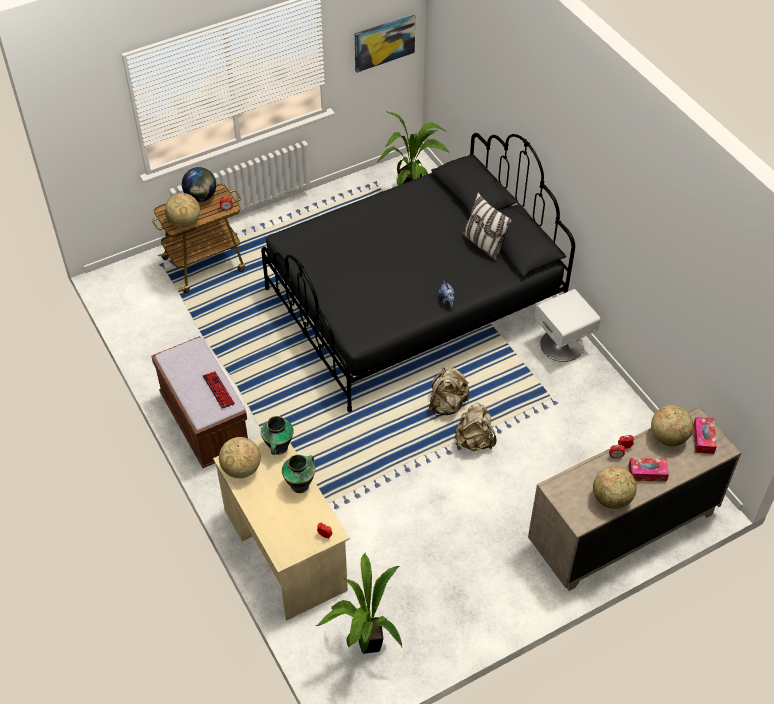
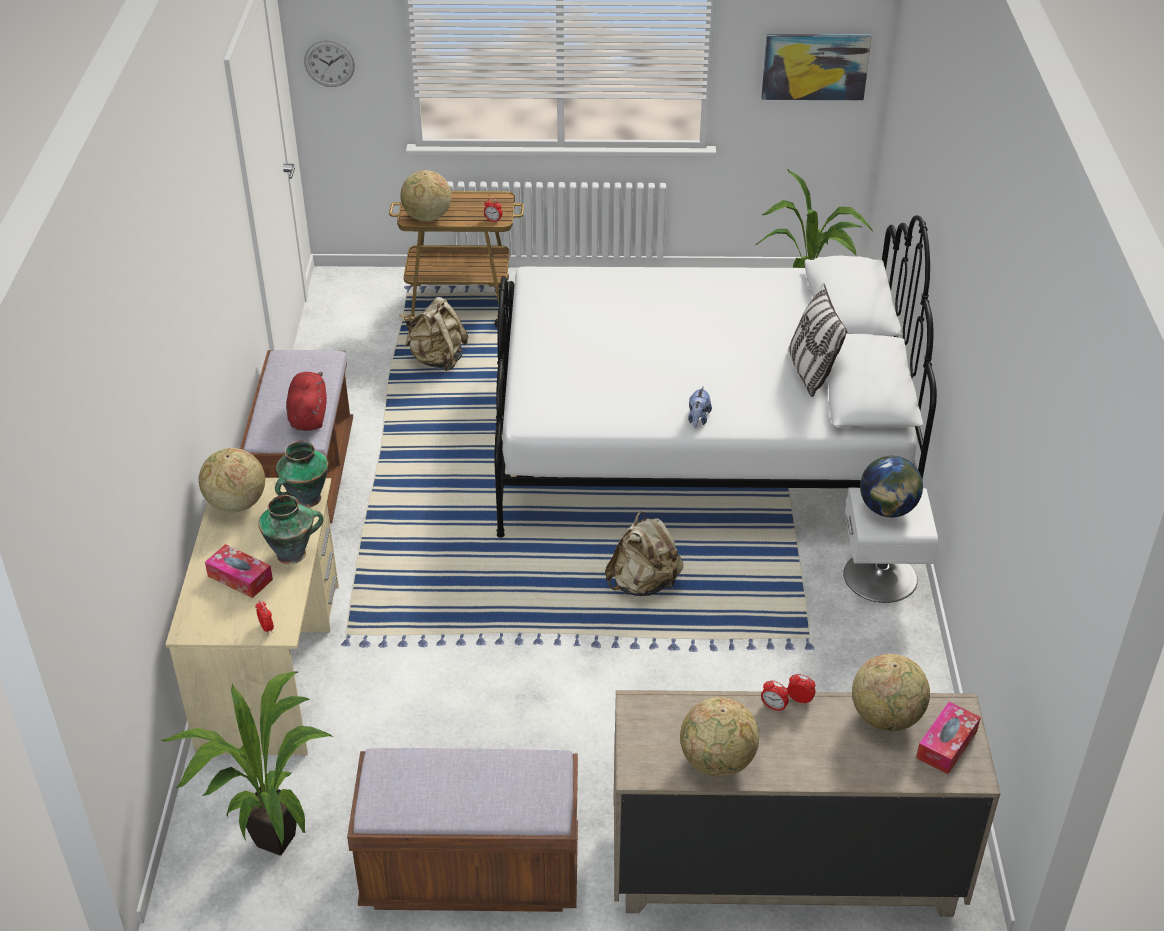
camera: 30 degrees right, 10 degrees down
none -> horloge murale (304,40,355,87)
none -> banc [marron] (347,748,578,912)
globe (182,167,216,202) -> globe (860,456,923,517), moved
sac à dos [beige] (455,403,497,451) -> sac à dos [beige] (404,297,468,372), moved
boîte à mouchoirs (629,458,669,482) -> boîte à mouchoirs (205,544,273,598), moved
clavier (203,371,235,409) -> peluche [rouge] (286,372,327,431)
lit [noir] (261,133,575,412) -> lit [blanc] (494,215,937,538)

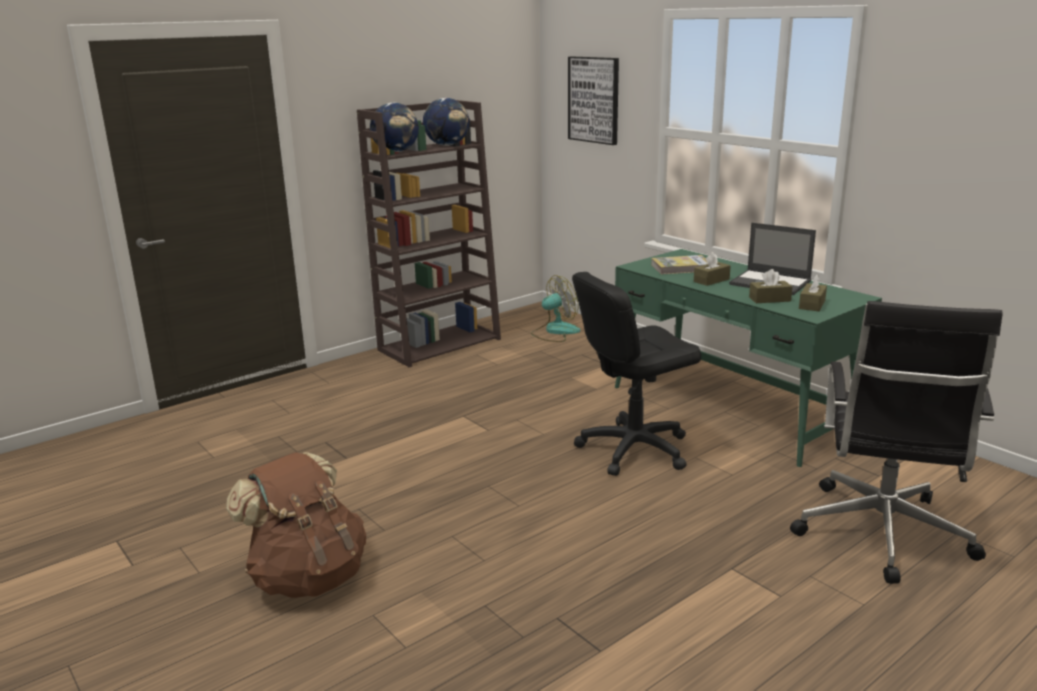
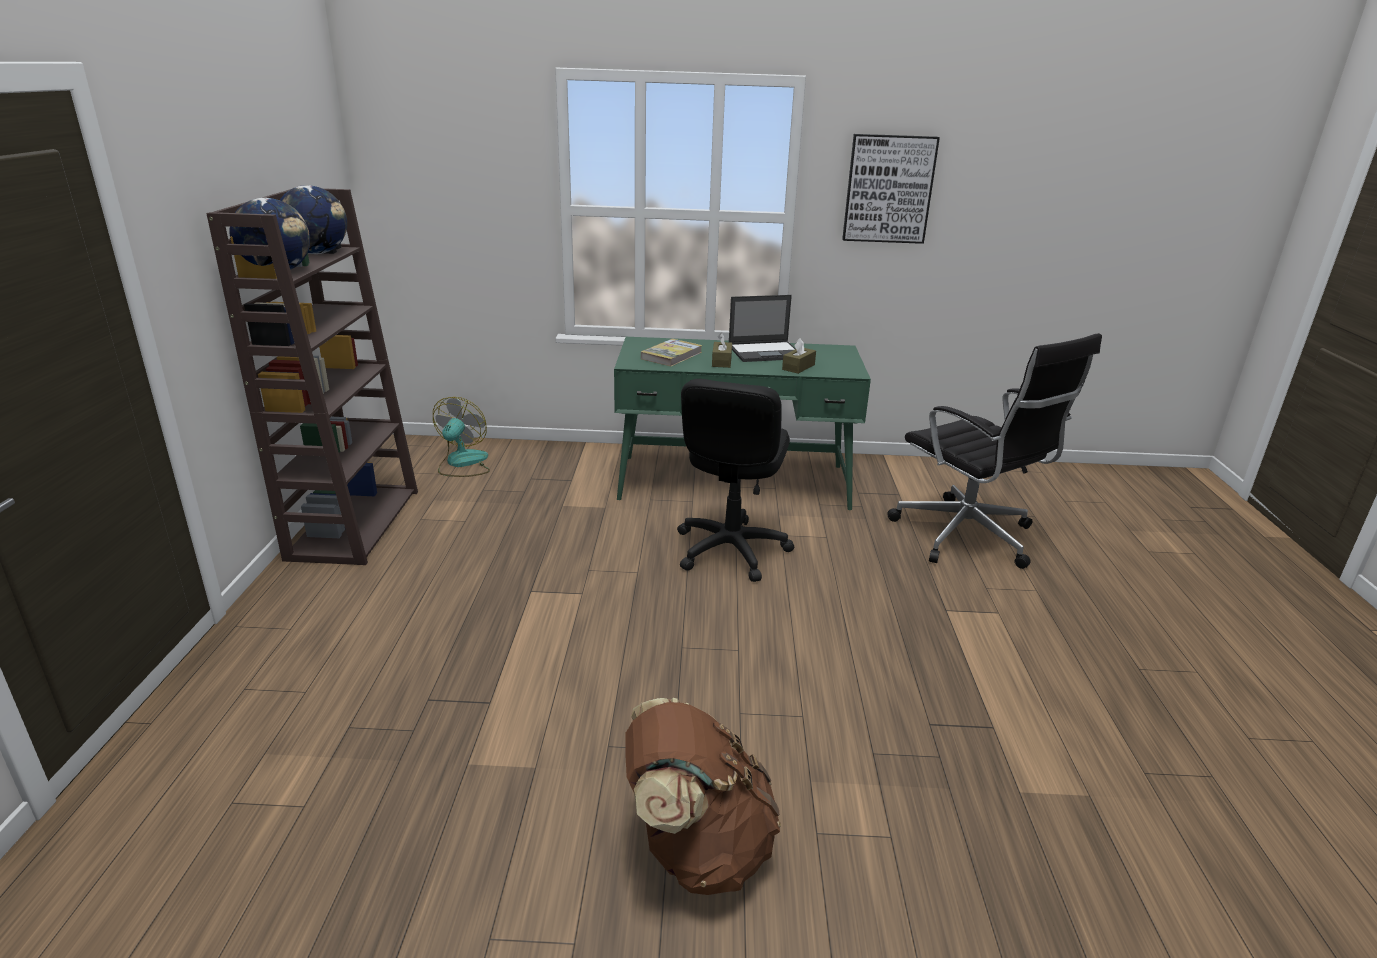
camera: 50 degrees left, 5 degrees up
boîte à mouchoirs [marron] (799,274,827,311) -> none
tableau (568,56,619,145) -> tableau (842,134,940,244), moved

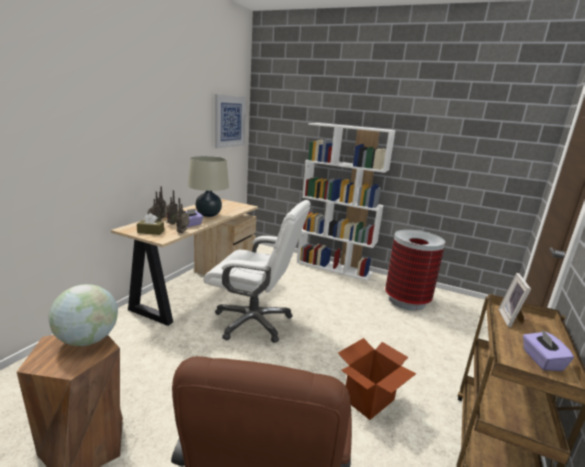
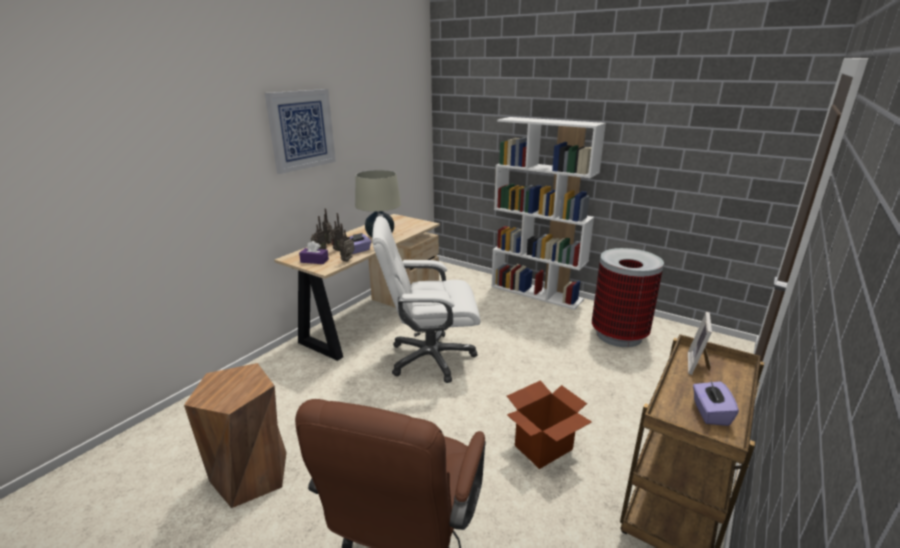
camera: 10 degrees right, 5 degrees up
globe (48,284,118,346) -> none
tableau (215,94,246,148) -> tableau (265,89,336,174), moved
boîte à mouchoirs [marron] (137,213,164,235) -> boîte à mouchoirs [violet] (299,241,329,264)
chaise de bureau [blanc] (203,200,311,343) -> chaise de bureau [blanc] (372,216,480,383), 150 degrees clockwise

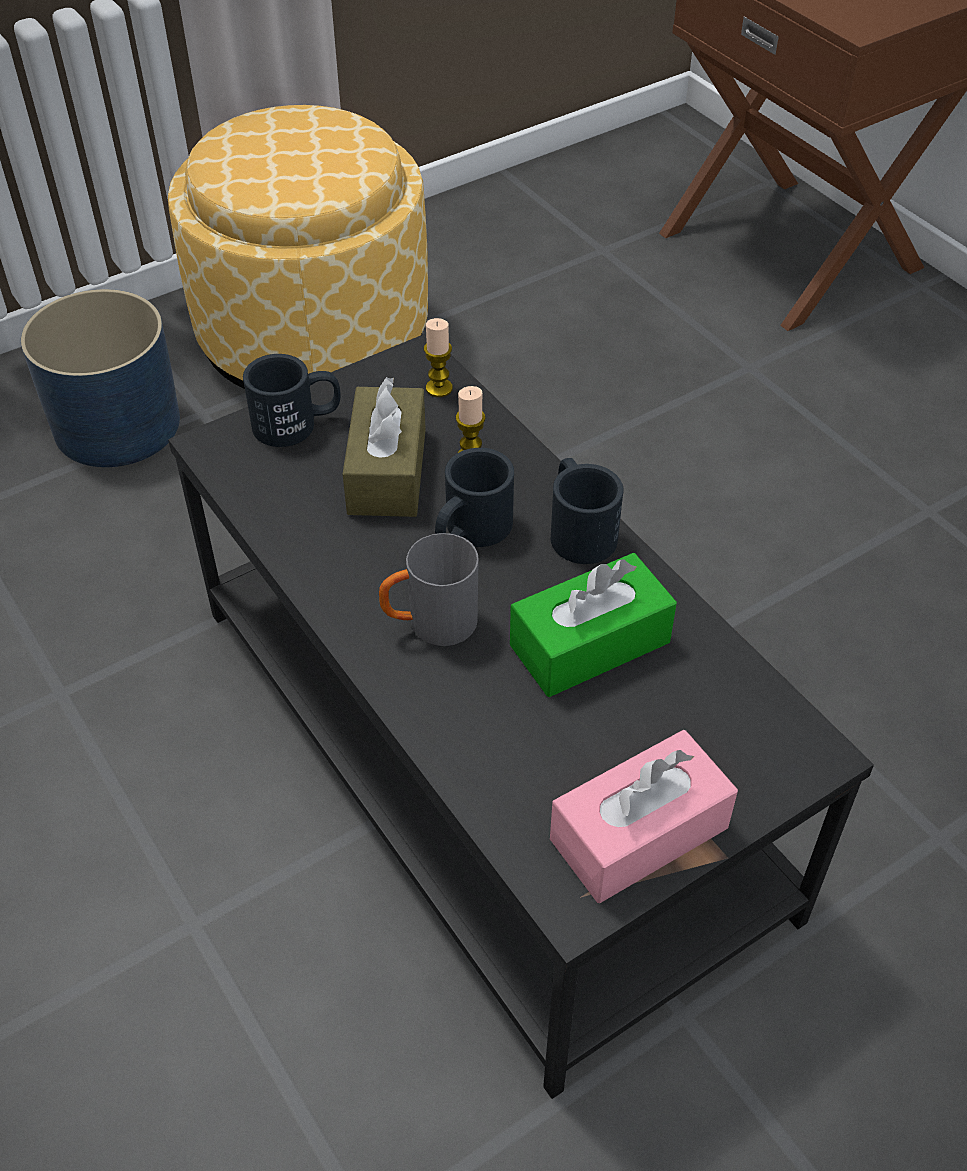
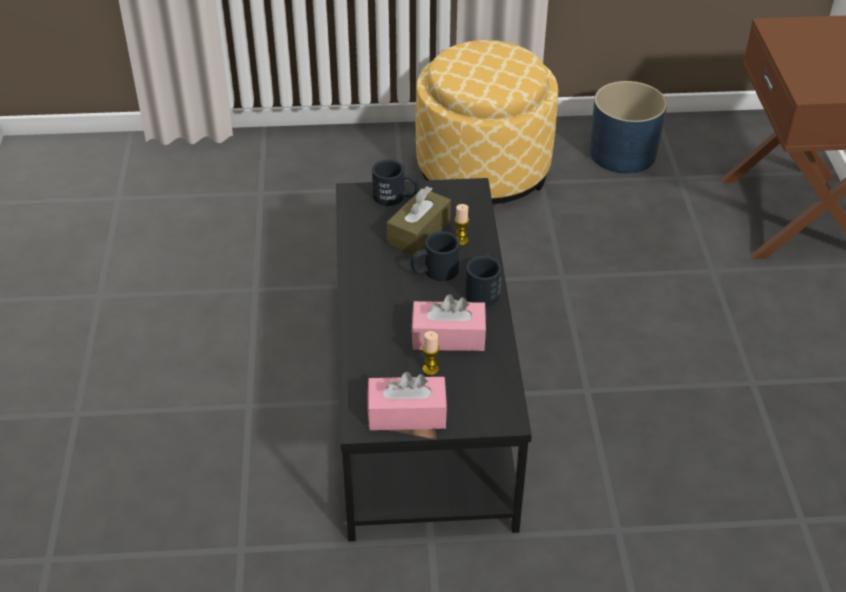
camera: 30 degrees right, 5 degrees down
mug [gris] (379,533,479,646) -> none
cache-pot [bleu] (21,289,180,467) -> cache-pot [bleu] (590,81,667,173), moved
bougie (424,318,453,397) -> bougie (422,331,440,376), moved
boîte à mouchoirs [vert] (510,553,677,697) -> boîte à mouchoirs [rose] (411,294,486,351)

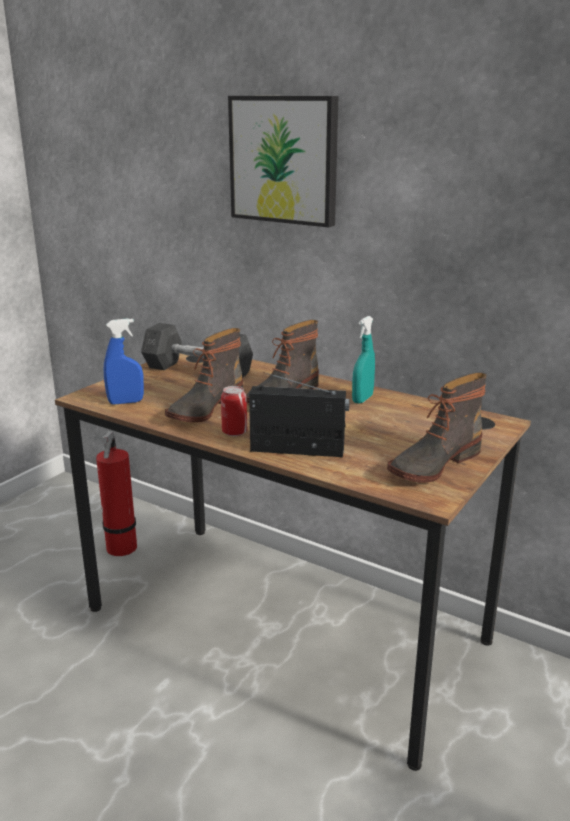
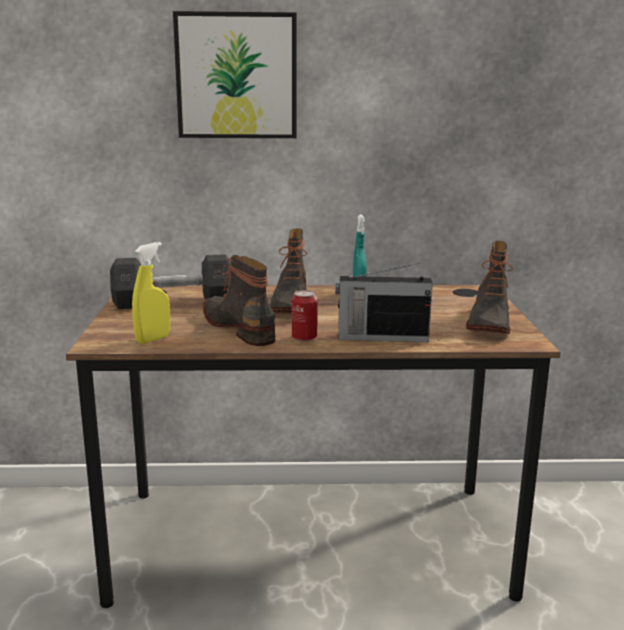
camera: 35 degrees left, 5 degrees down
extincteur (96,431,137,556) -> none
vaporisateur [bleu] (104,318,144,405) -> vaporisateur [jaune] (132,242,170,344)
botte (165,328,243,423) -> botte (203,255,275,346), 150 degrees clockwise
radio (249,373,350,457) -> radio (336,263,433,342), 150 degrees counterclockwise

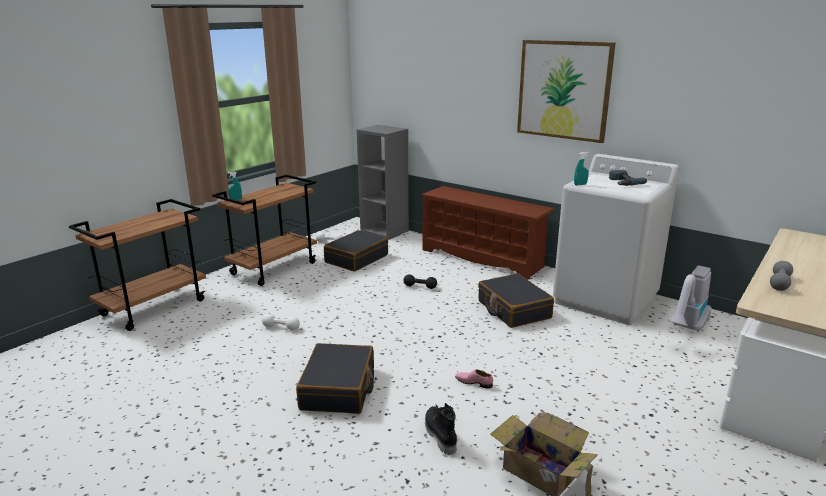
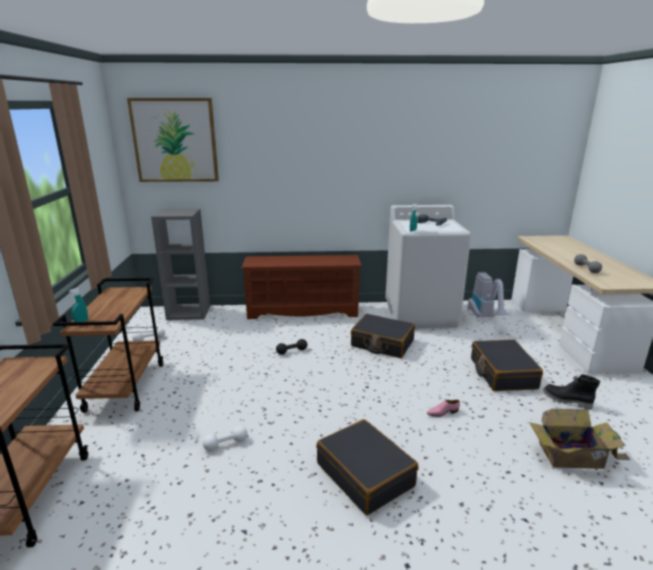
camera: 40 degrees left, 0 degrees up
valise [noir] (324,230,388,272) -> valise [noir] (471,339,543,391), moved
botte [noir] (425,403,457,455) -> botte [noir] (543,374,600,410), moved
tableau (517,40,616,143) -> tableau (127,98,219,182), moved

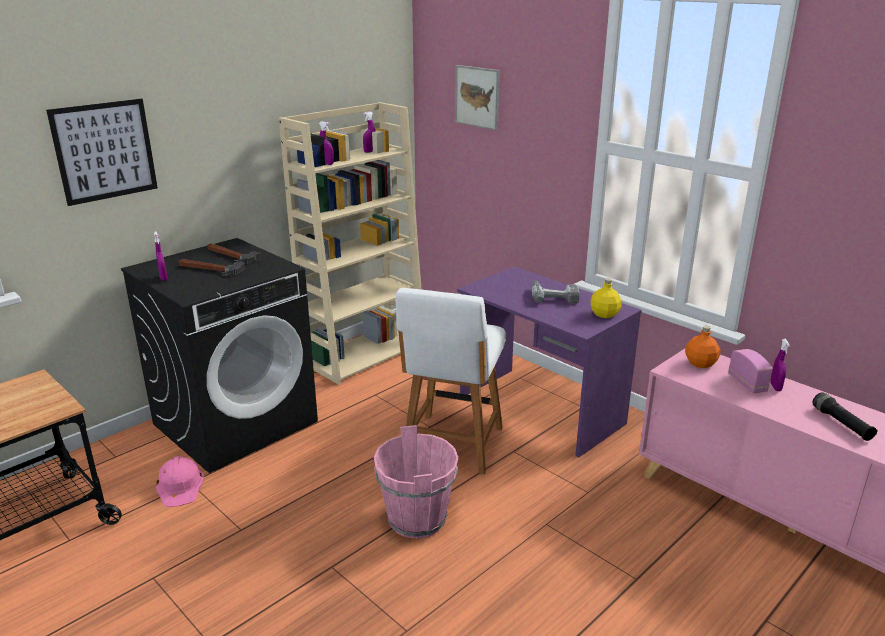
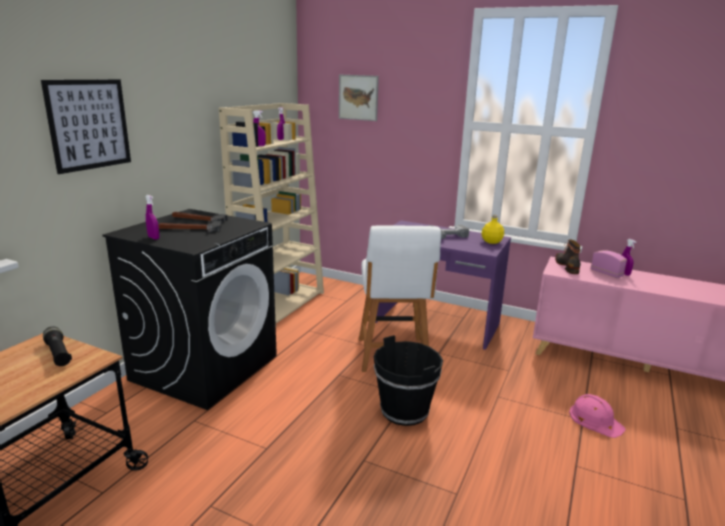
camera: 20 degrees left, 5 degrees down
casque de chantier [rose] (156,456,204,507) -> casque de chantier [rose] (569,394,626,438), moved
lampe de poche [noir] (812,392,878,441) -> lampe de poche [noir] (43,326,72,366), moved
bouteille [orange] (685,326,720,368) -> botte (555,239,581,274)
seau [rose] (374,425,458,539) -> seau [noir] (373,335,443,426)

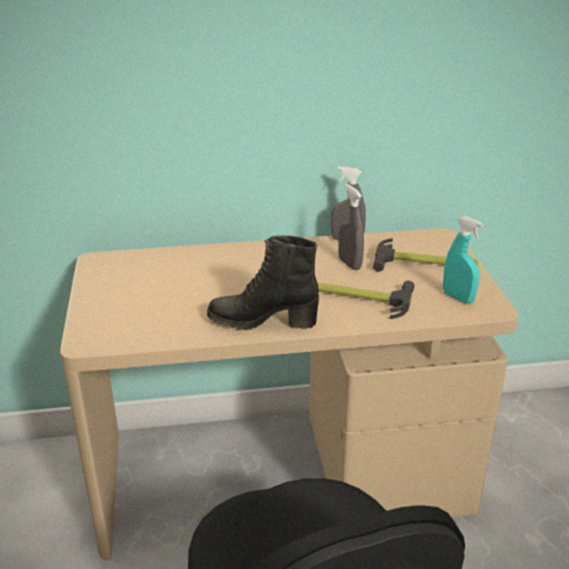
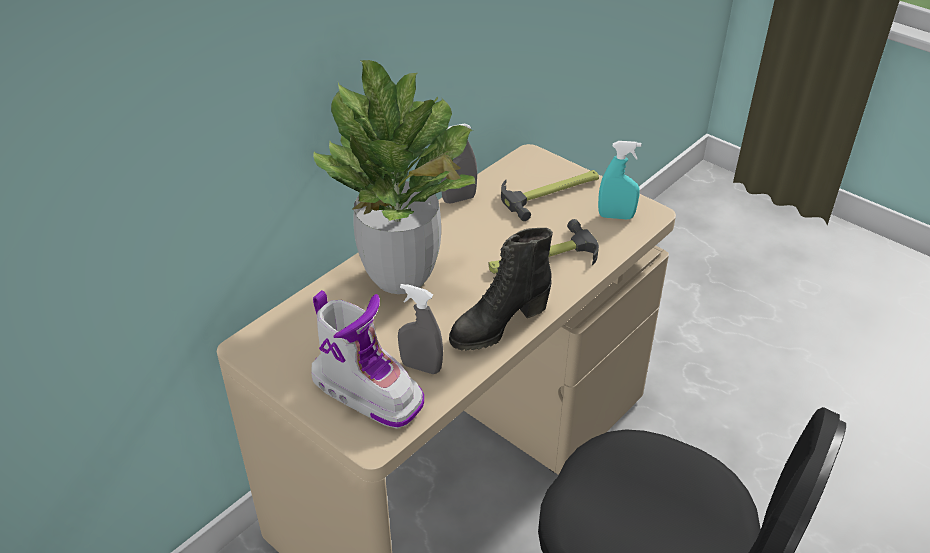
camera: 40 degrees left, 10 degrees up
none -> botte (311,290,424,429)
none -> plante en pot (313,60,475,294)
vaporisateur [gris] (338,184,364,270) -> vaporisateur [gris] (398,284,443,374), moved

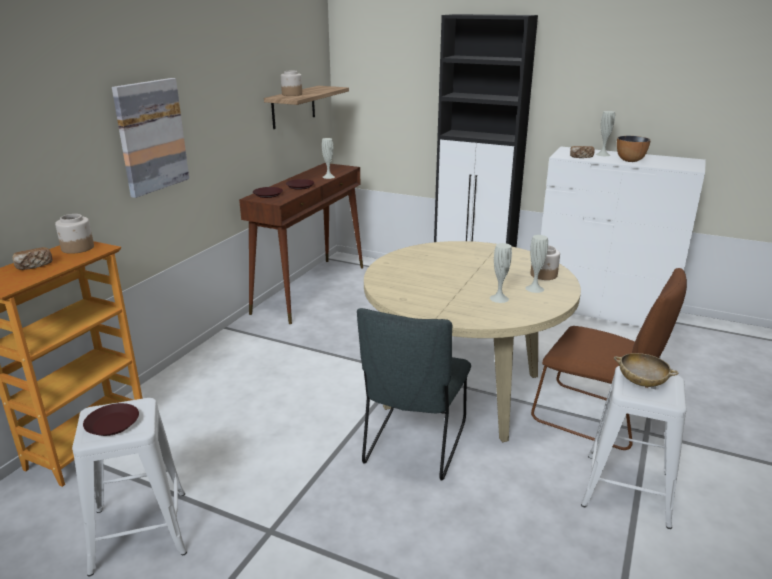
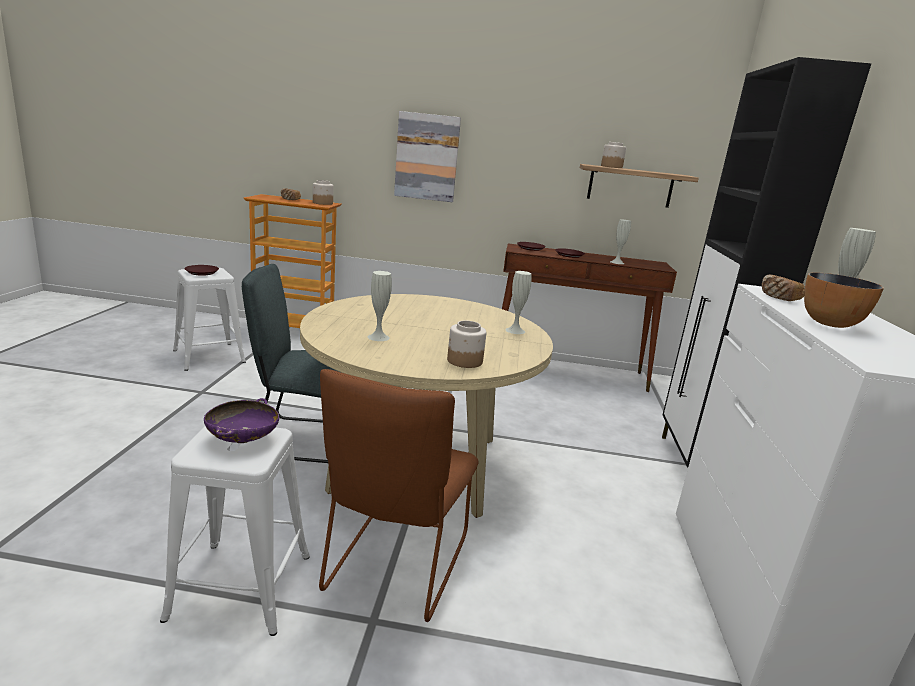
camera: 70 degrees right, 5 degrees down
vase [blanc] (525,235,548,293) -> vase [blanc] (505,271,532,334), moved
bol [beige] (614,353,678,387) -> bol [violet] (204,398,279,443)

